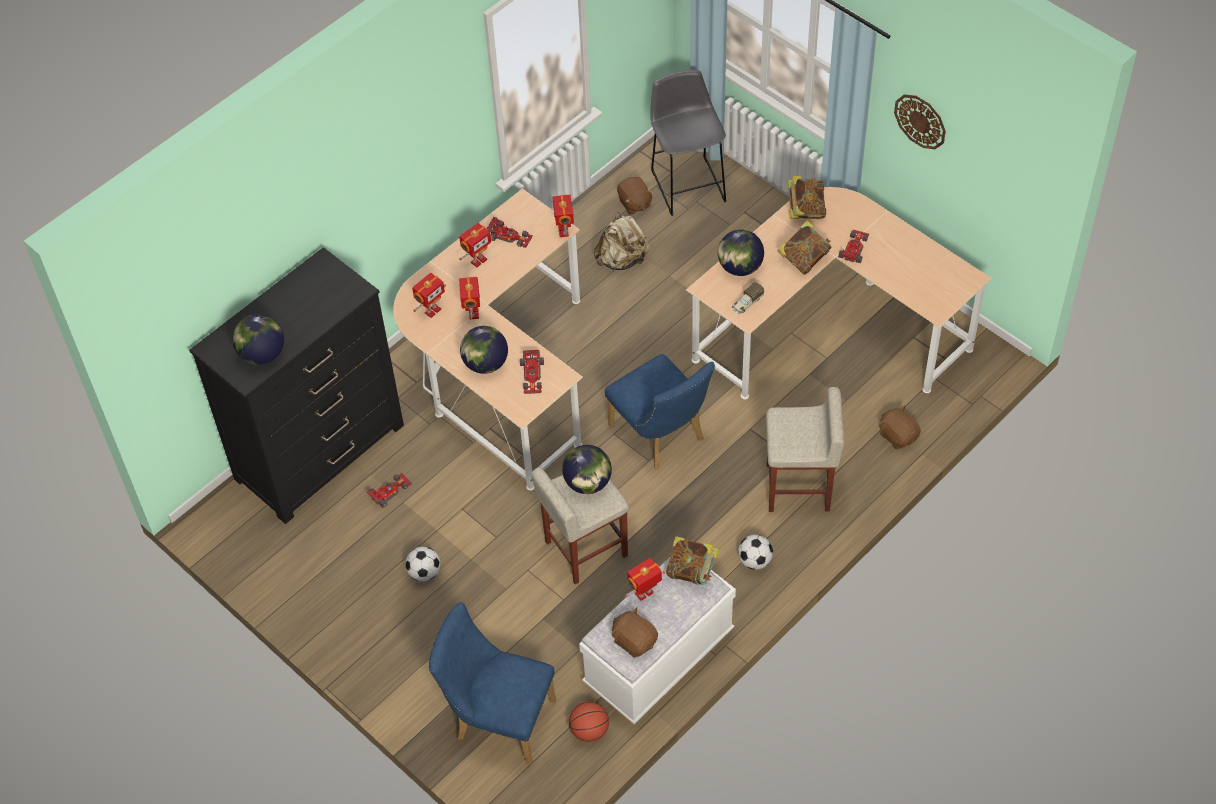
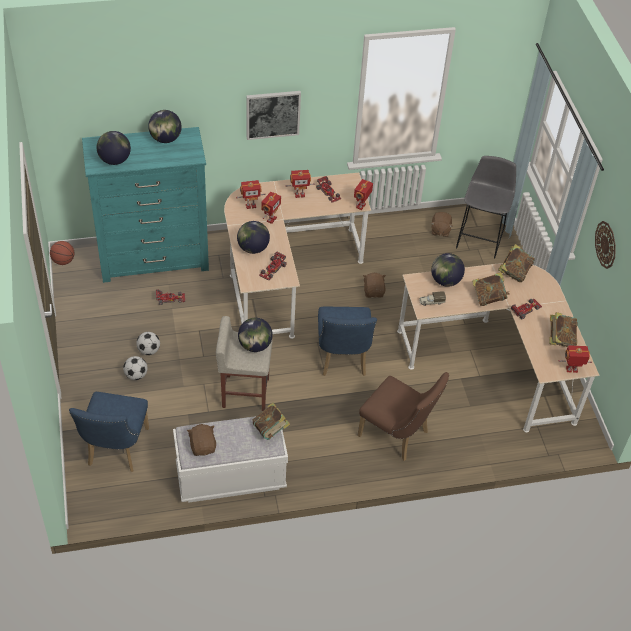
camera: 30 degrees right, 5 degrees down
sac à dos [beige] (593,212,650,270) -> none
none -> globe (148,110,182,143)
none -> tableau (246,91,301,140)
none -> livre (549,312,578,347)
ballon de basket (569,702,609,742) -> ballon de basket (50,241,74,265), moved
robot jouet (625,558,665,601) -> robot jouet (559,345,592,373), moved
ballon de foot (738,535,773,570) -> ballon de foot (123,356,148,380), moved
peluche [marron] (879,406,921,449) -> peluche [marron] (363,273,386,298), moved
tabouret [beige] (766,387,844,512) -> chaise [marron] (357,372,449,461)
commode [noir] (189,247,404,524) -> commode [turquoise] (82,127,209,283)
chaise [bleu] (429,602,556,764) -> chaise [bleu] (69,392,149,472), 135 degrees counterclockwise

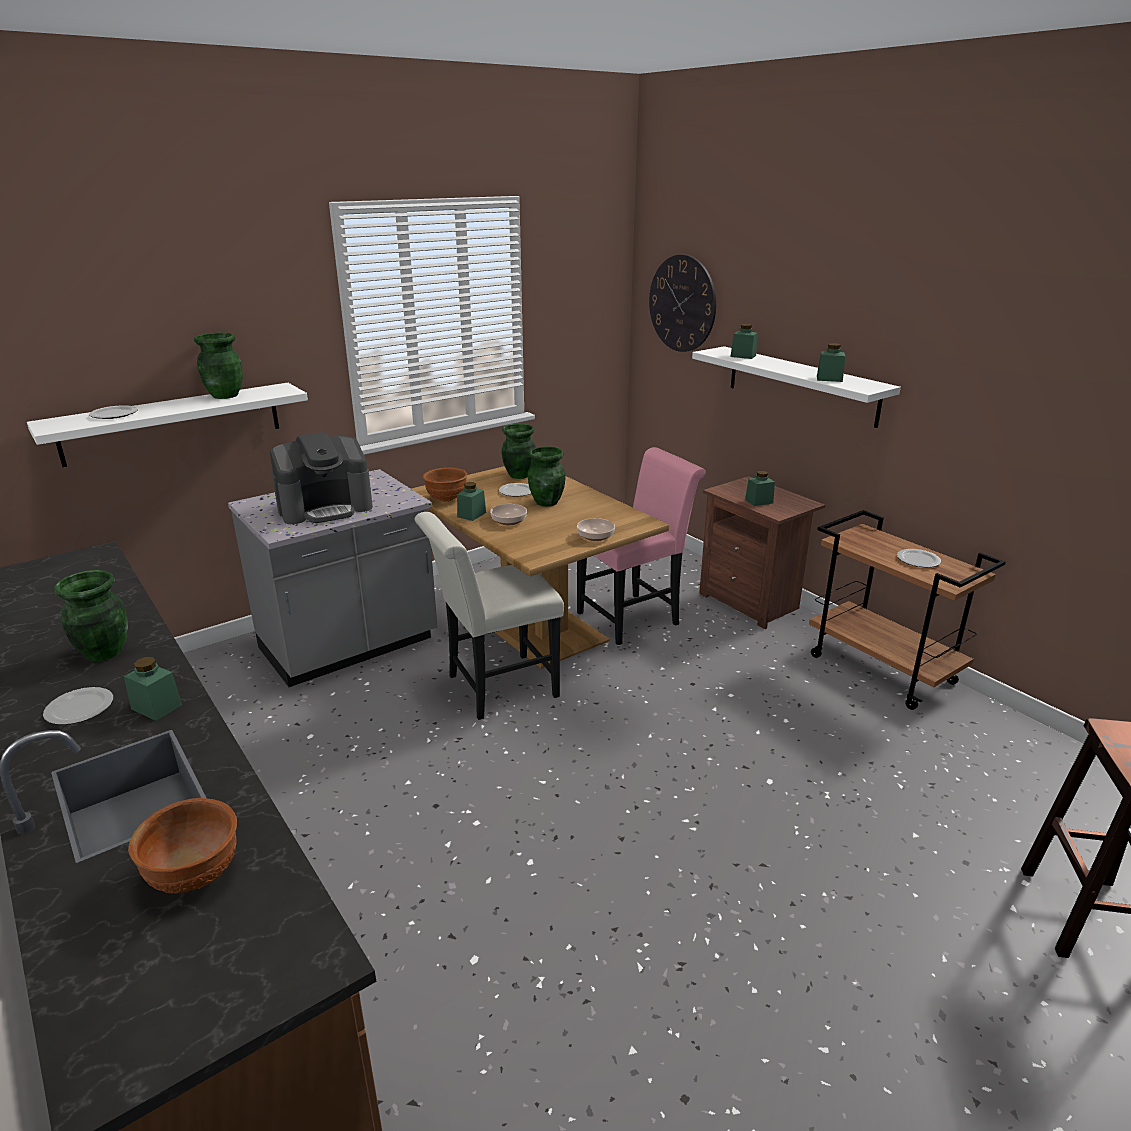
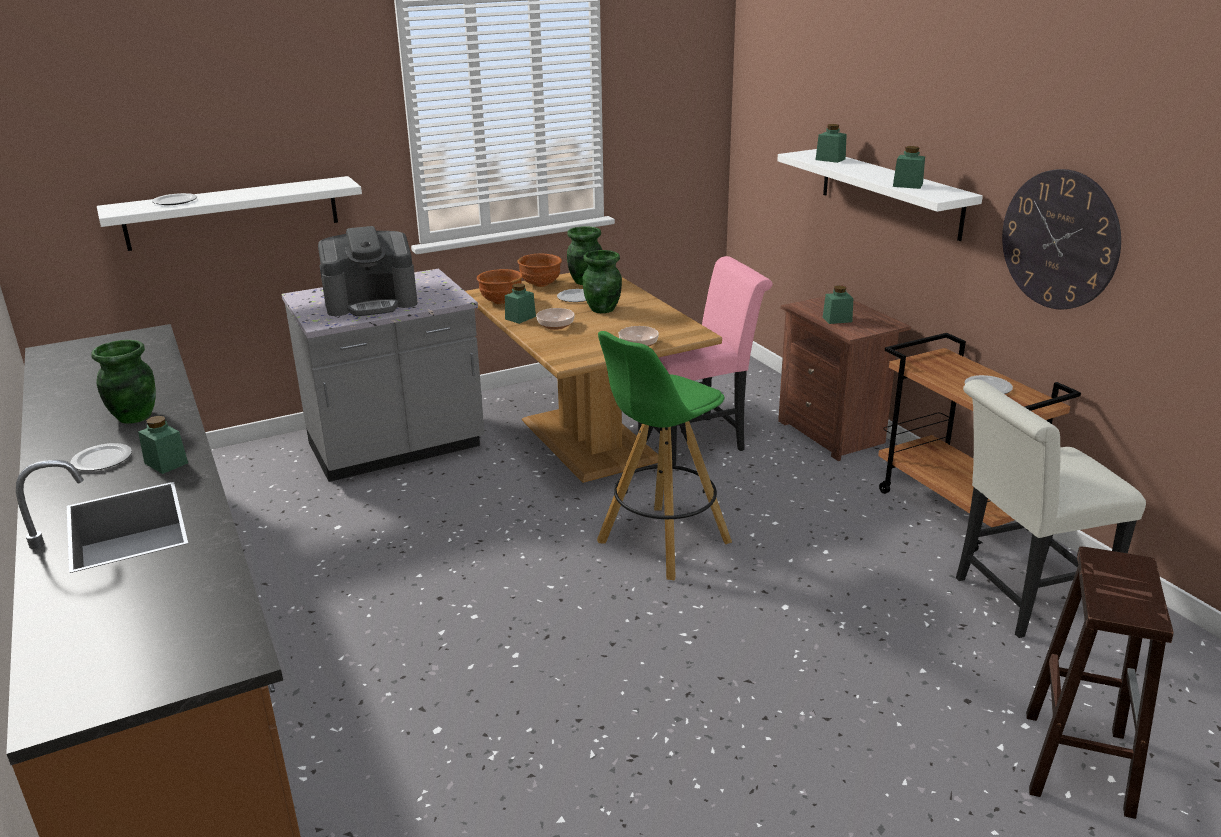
camera: 10 degrees right, 0 degrees up
vase [vert] (194,333,243,399) -> none
none -> tabouret [vert] (597,331,732,581)
bol [marron] (128,798,237,894) -> bol [marron] (517,253,562,287), moved
chaise [blanc] (414,512,564,720) -> chaise [blanc] (956,379,1146,638), moved
horloge murale (649,254,716,352) -> horloge murale (1002,169,1121,309), moved

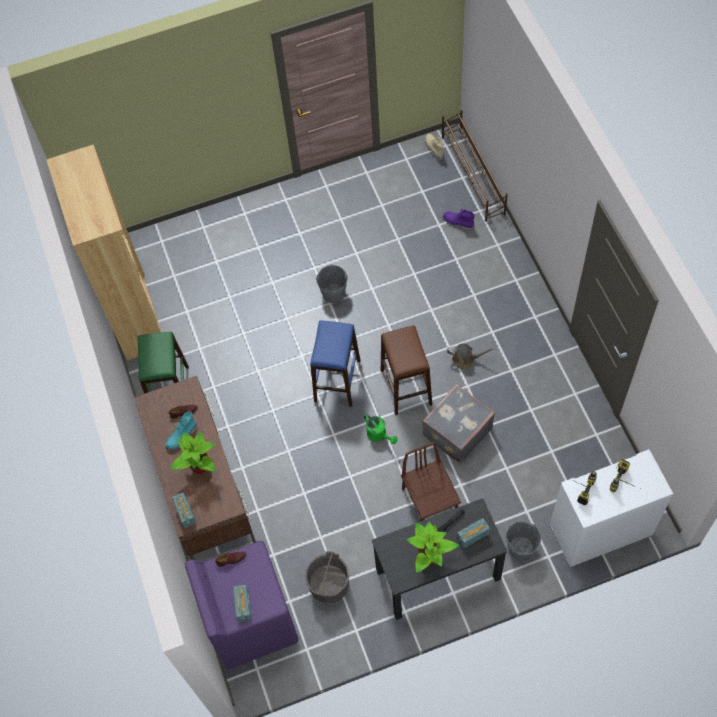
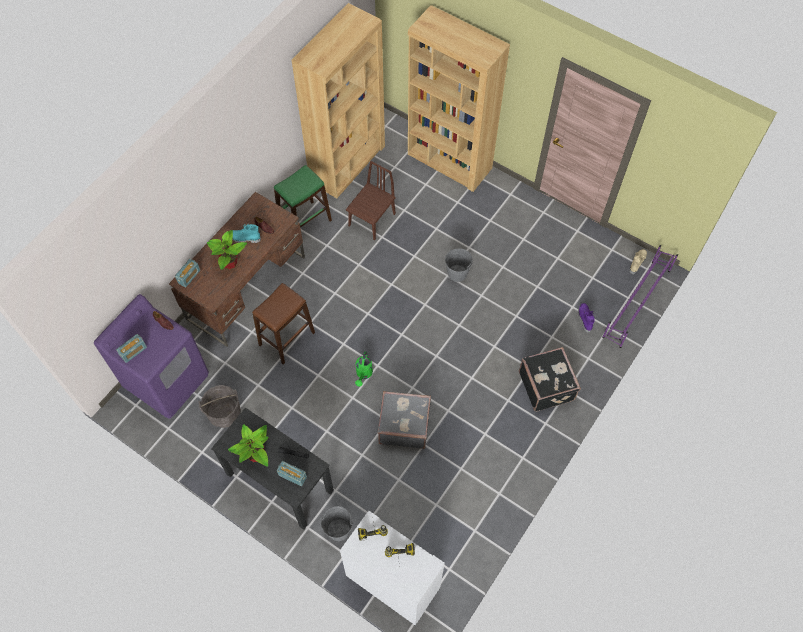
camera: 50 degrees right, 0 degrees up
tabouret [bleu] (310,321,360,407) -> none
arrosoir [marron] (447,343,495,369) -> none
none -> bibliothèque [marron] (408,5,510,192)
none -> valise [noir] (519,347,581,412)
tabouret [marron] (381,325,432,415) -> tabouret [marron] (252,283,315,365), moved
chaise [marron] (401,441,461,521) -> chaise [marron] (346,161,396,240), moved
étagère à chaussures [marron] (442,110,508,222) -> étagère à chaussures [violet] (602,245,678,348)

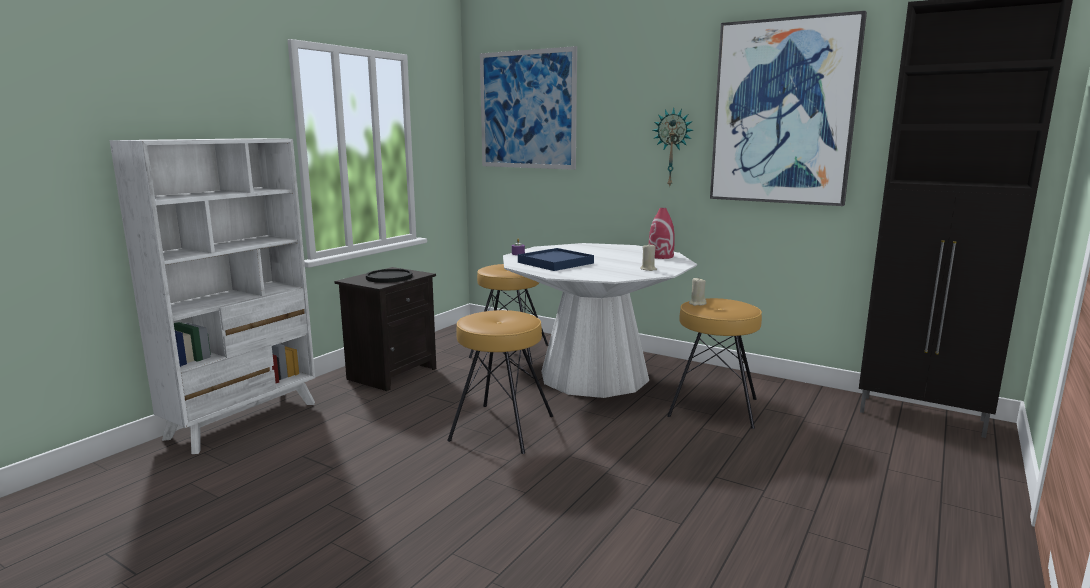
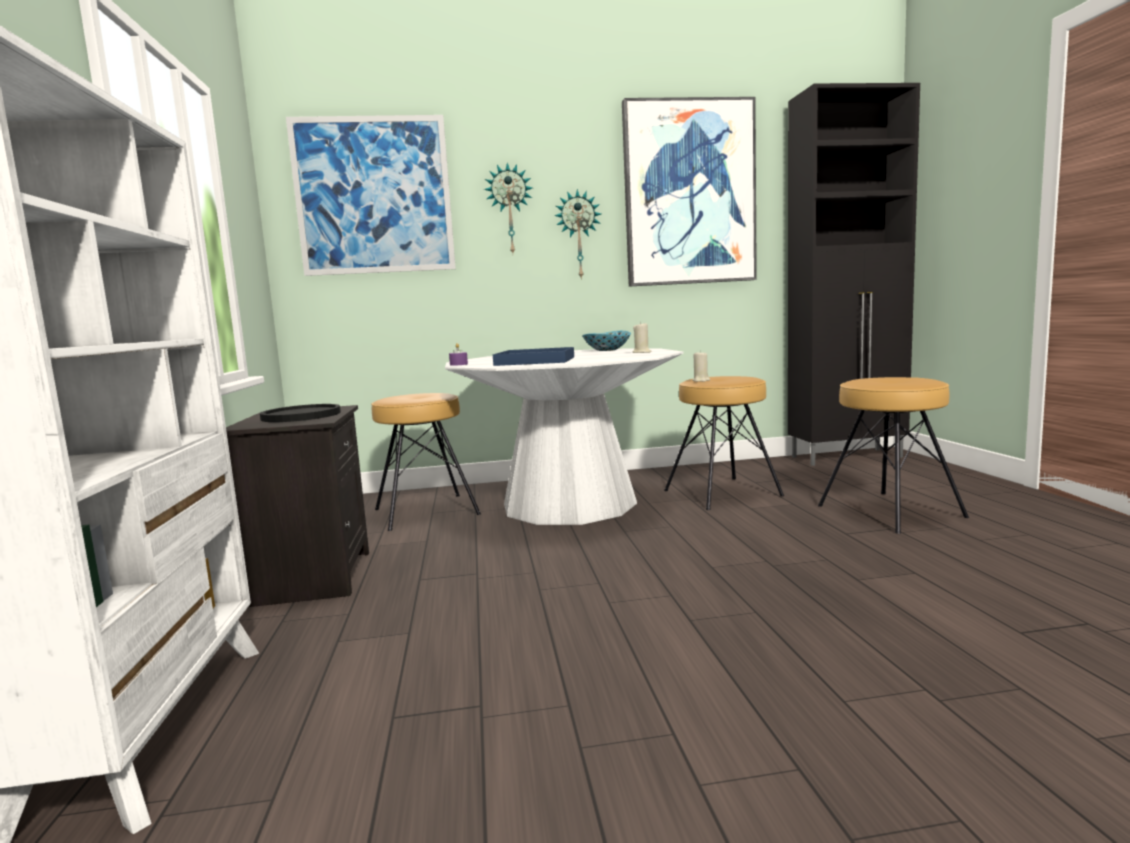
camera: 40 degrees left, 5 degrees down
none -> horloge murale (484,163,532,253)
tabouret [marron] (447,310,553,454) -> tabouret [marron] (818,377,969,534), moved
vase [rouge] (649,208,674,259) -> bol (582,331,631,351)

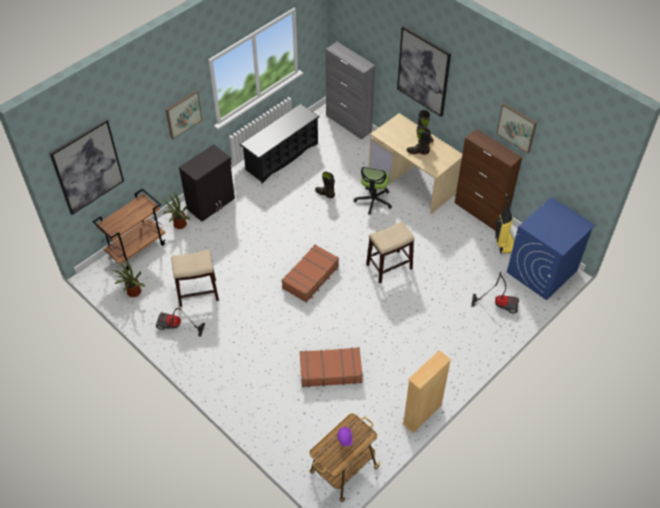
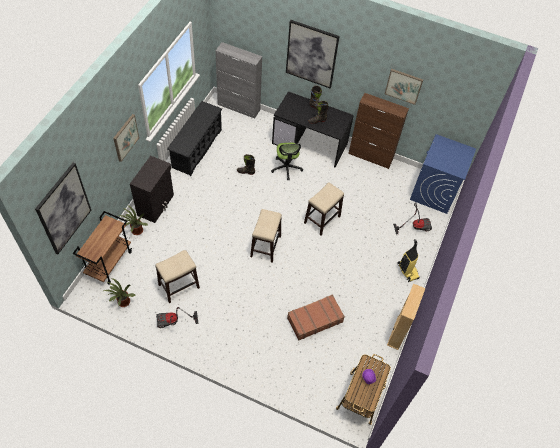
camera: 25 degrees left, 5 degrees up
aspirateur (495,194,515,254) -> aspirateur (397,239,420,282), moved
valise [marron] (282,244,339,303) -> tabouret (250,209,282,263)
bureau [beige] (369,113,462,214) -> bureau [noir] (272,91,354,167)

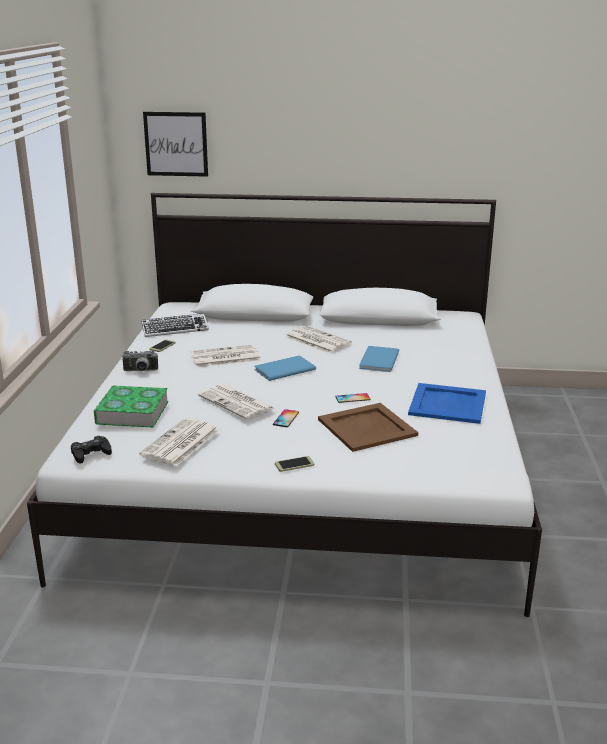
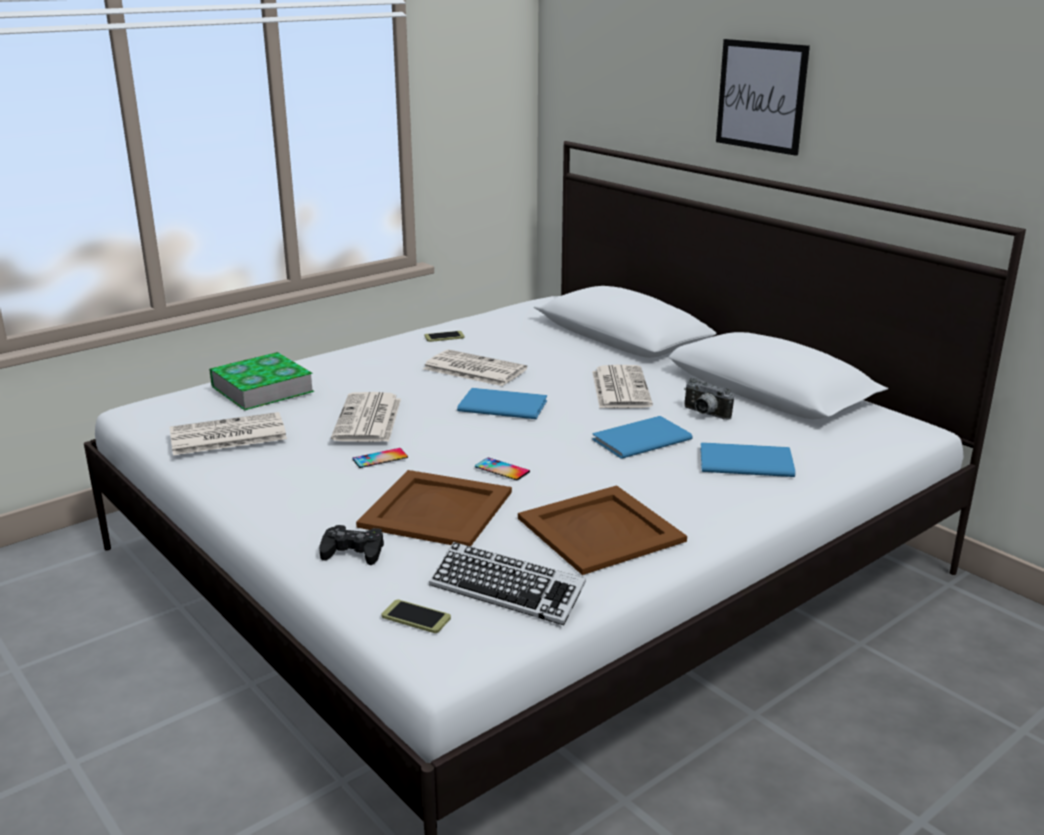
camera: 45 degrees right, 0 degrees up
none -> livre [bleu] (700,442,795,477)
manette [noir] (71,436,112,464) -> manette [noir] (319,525,384,565), moved
appareil photo (122,351,158,371) -> appareil photo (684,378,734,420), moved
clavier (141,313,209,337) -> clavier (429,542,586,625), moved
tableau (143,112,208,177) -> tableau (716,39,810,156), moved
téléphone (275,456,314,472) -> téléphone (382,600,451,633), moved
plateau [bleu] (408,383,486,424) -> plateau [marron] (518,485,687,575)

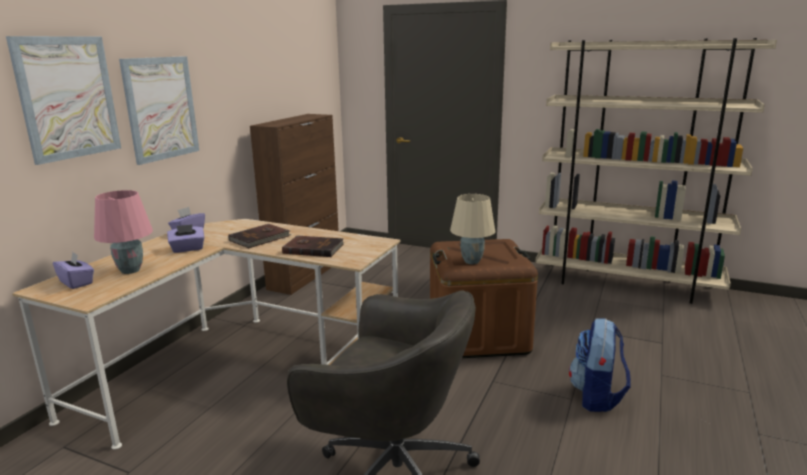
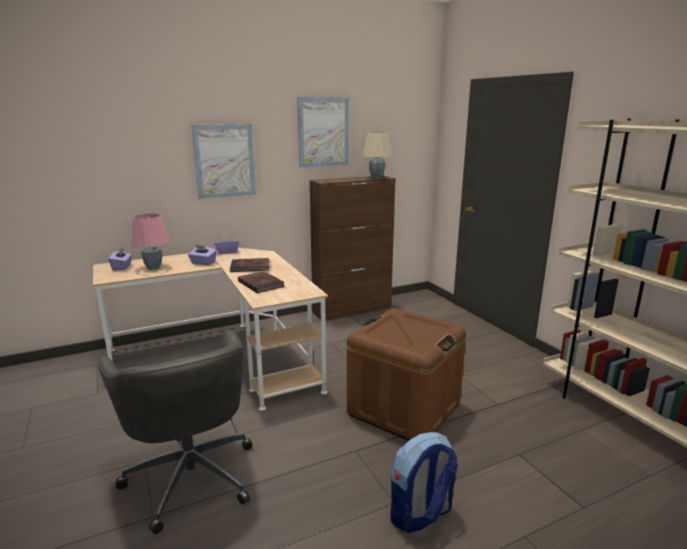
camera: 40 degrees right, 0 degrees up
tableau (6,36,121,165) -> tableau (297,97,349,167), moved
lampe de table [beige] (450,194,495,264) -> lampe de table [beige] (363,132,392,179), moved

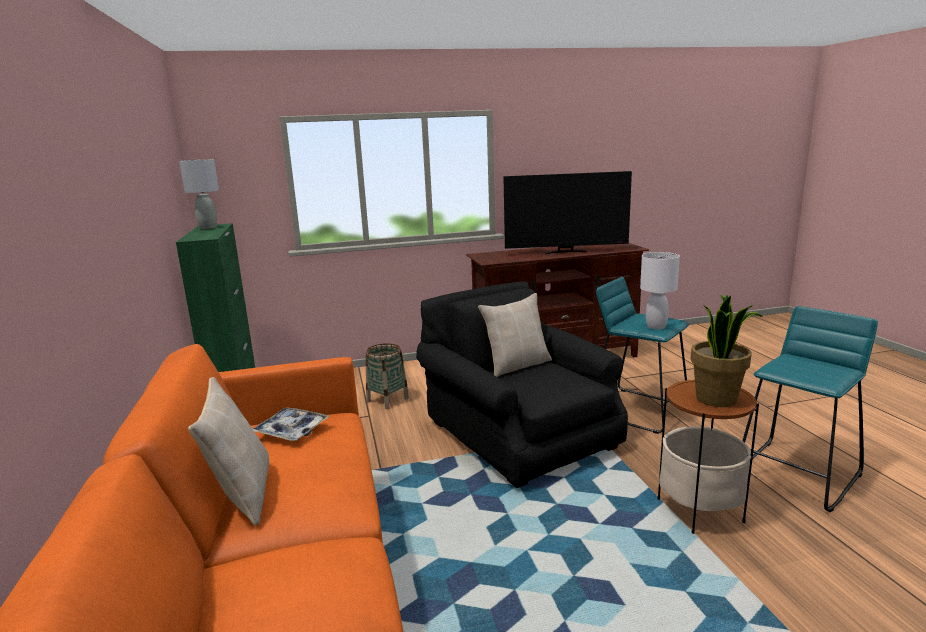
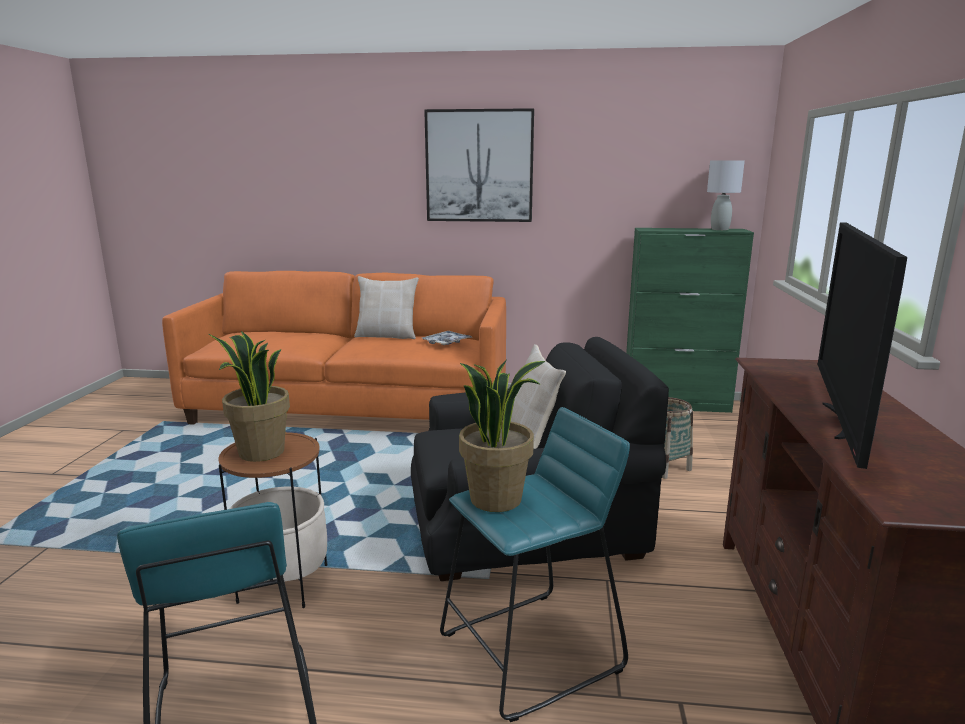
camera: 110 degrees right, 0 degrees up
none -> tableau (424,108,534,222)
lampe de table [blanc] (640,252,680,329) -> plante en pot (459,360,546,512)

